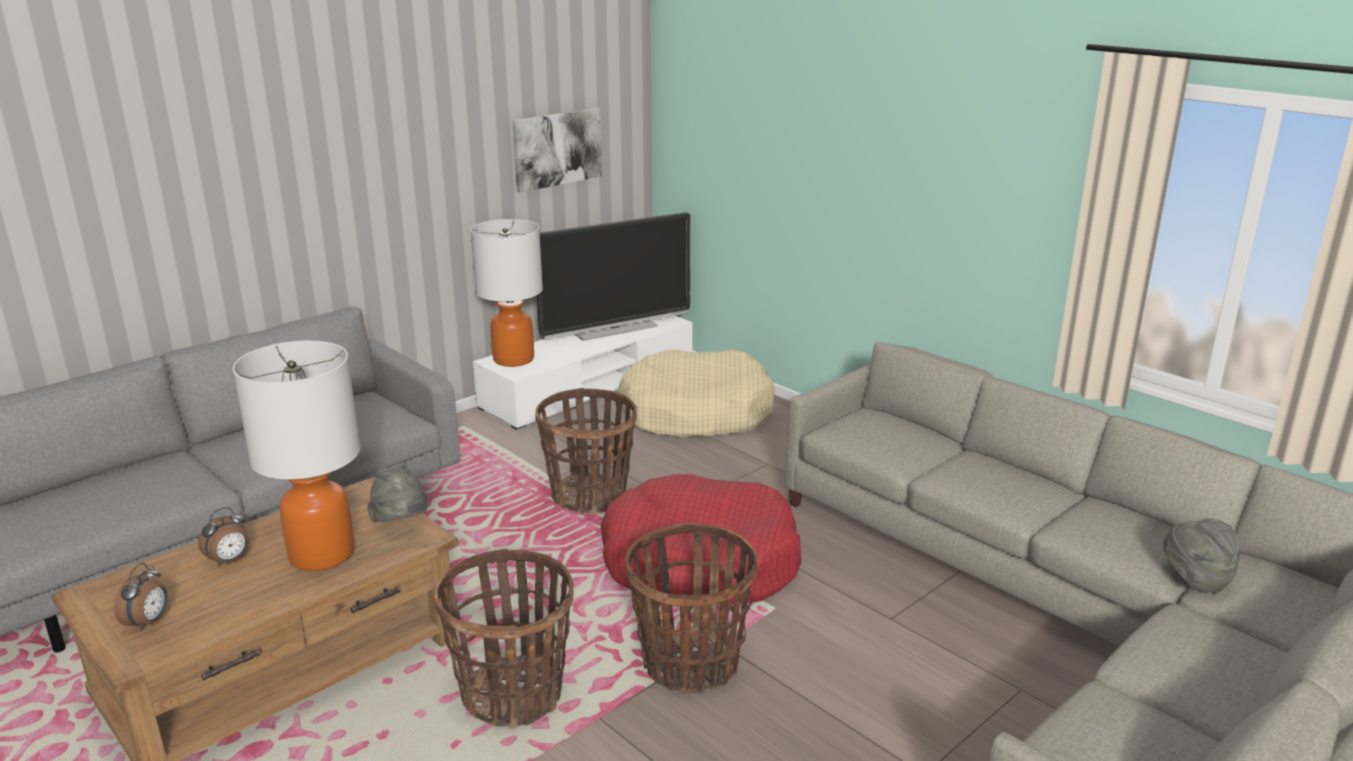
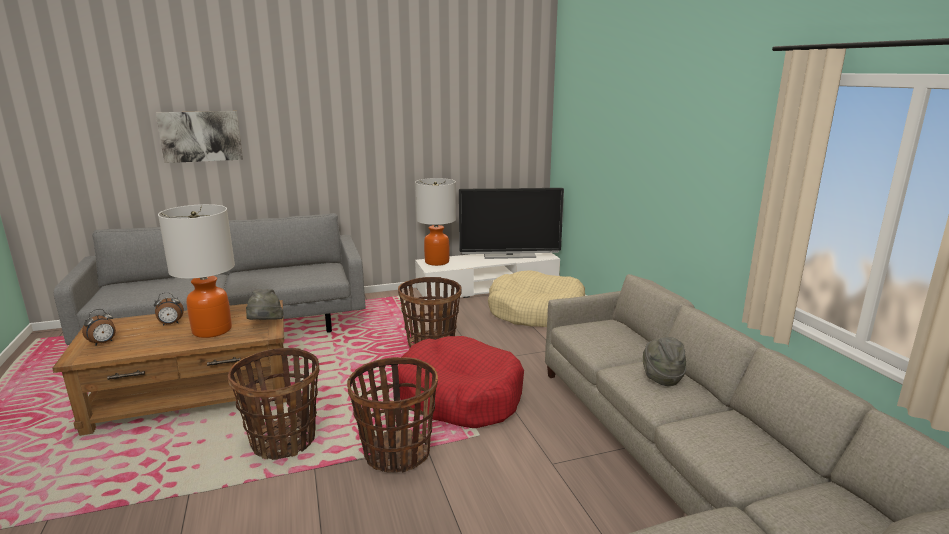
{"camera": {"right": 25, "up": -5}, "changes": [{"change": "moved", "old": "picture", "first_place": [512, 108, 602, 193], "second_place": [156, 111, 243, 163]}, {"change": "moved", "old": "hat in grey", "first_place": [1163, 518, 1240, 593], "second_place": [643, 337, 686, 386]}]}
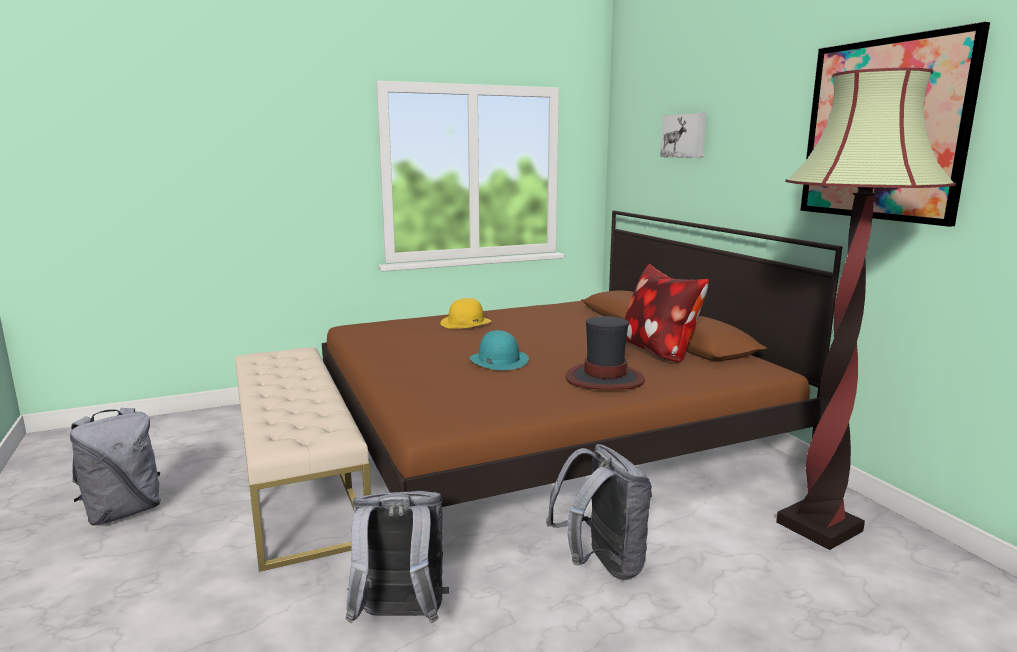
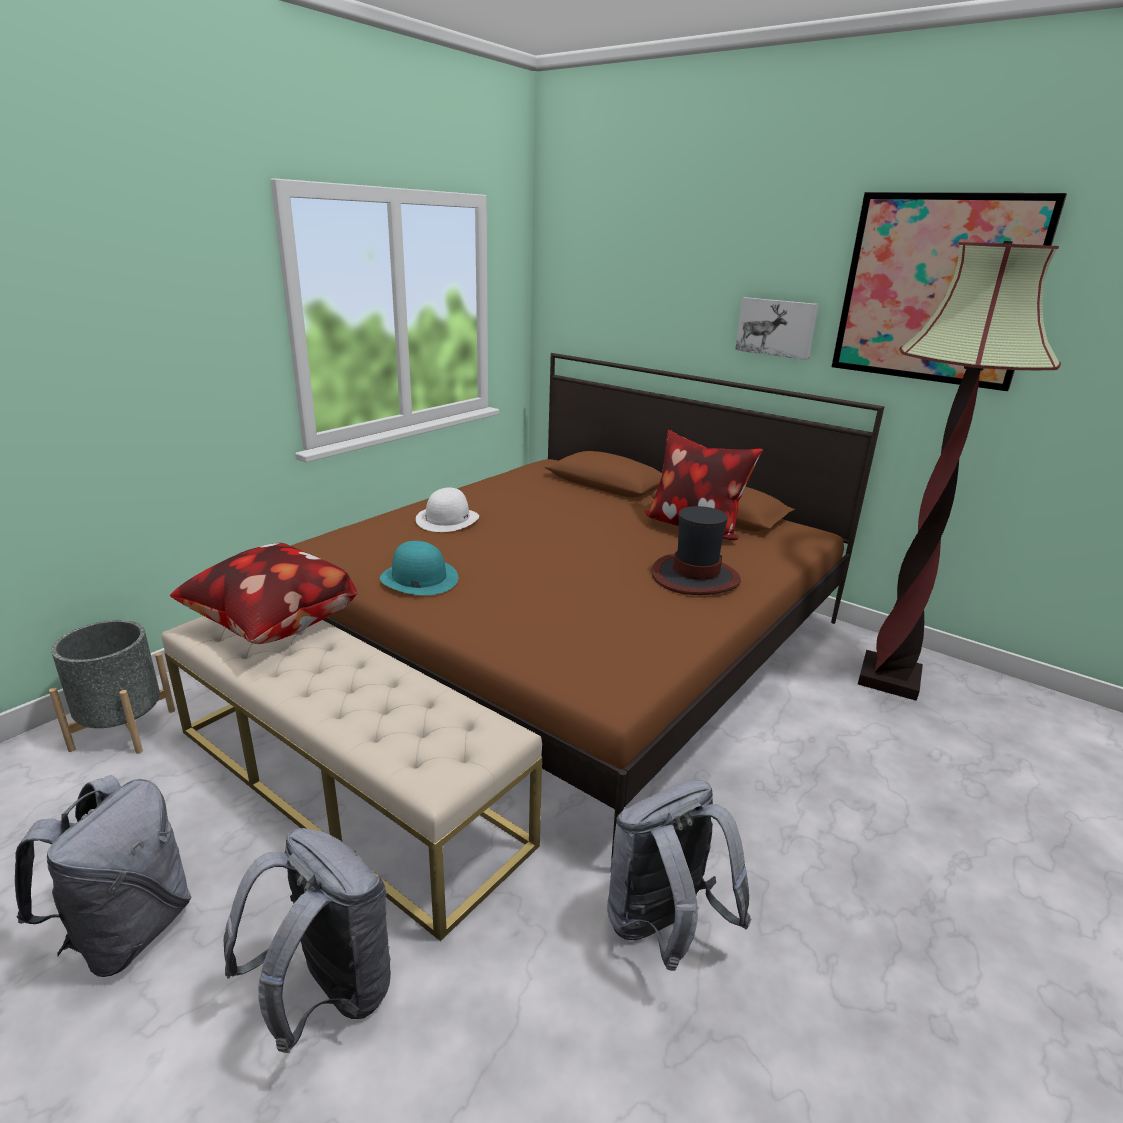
{"camera": {"right": -30, "up": 10}, "changes": [{"change": "added", "new": "planter in grey", "second_place": [49, 620, 175, 754]}, {"change": "added", "new": "pillow", "second_place": [170, 543, 358, 644]}, {"change": "moved", "old": "backpack in grey", "first_place": [546, 444, 652, 580], "second_place": [223, 828, 391, 1053]}, {"change": "moved", "old": "hat in turquoise", "first_place": [469, 330, 529, 370], "second_place": [380, 541, 458, 595]}, {"change": "recoloured", "old": "hat in yellow", "new": "hat in white", "first_place": [441, 298, 492, 329], "second_place": [416, 488, 479, 532]}, {"change": "moved", "old": "picture", "first_place": [660, 113, 707, 158], "second_place": [735, 297, 819, 360]}]}
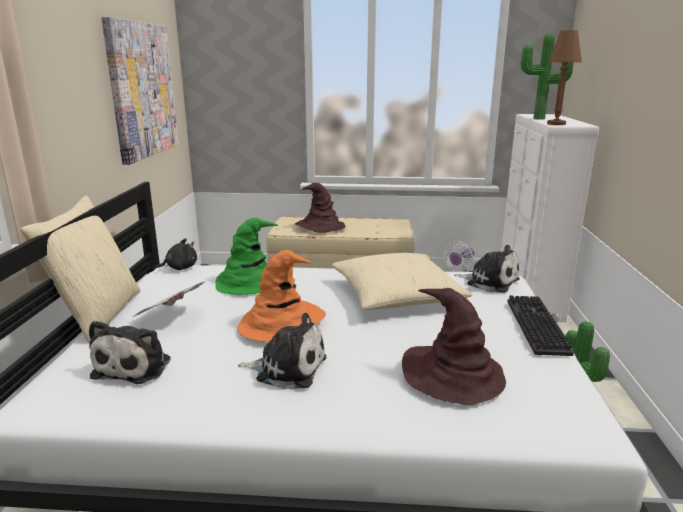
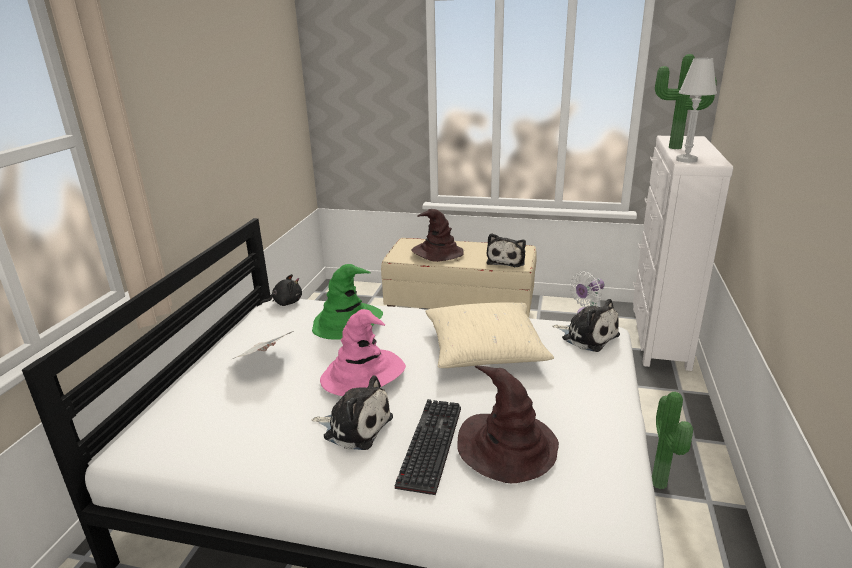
{"camera": {"right": 10, "up": 5}, "changes": [{"change": "recoloured", "old": "hat in orange", "new": "hat in pink", "first_place": [237, 250, 326, 342], "second_place": [320, 309, 406, 396]}, {"change": "moved", "old": "keyboard", "first_place": [507, 295, 574, 356], "second_place": [395, 399, 461, 495]}, {"change": "moved", "old": "plush toy", "first_place": [89, 321, 171, 384], "second_place": [487, 233, 526, 267]}, {"change": "recoloured", "old": "table lamp in brown", "new": "table lamp in white", "first_place": [547, 30, 582, 125], "second_place": [676, 58, 717, 163]}, {"change": "removed", "old": "pillow in beige", "first_place": [20, 196, 140, 343]}, {"change": "removed", "old": "picture", "first_place": [101, 17, 179, 165]}]}
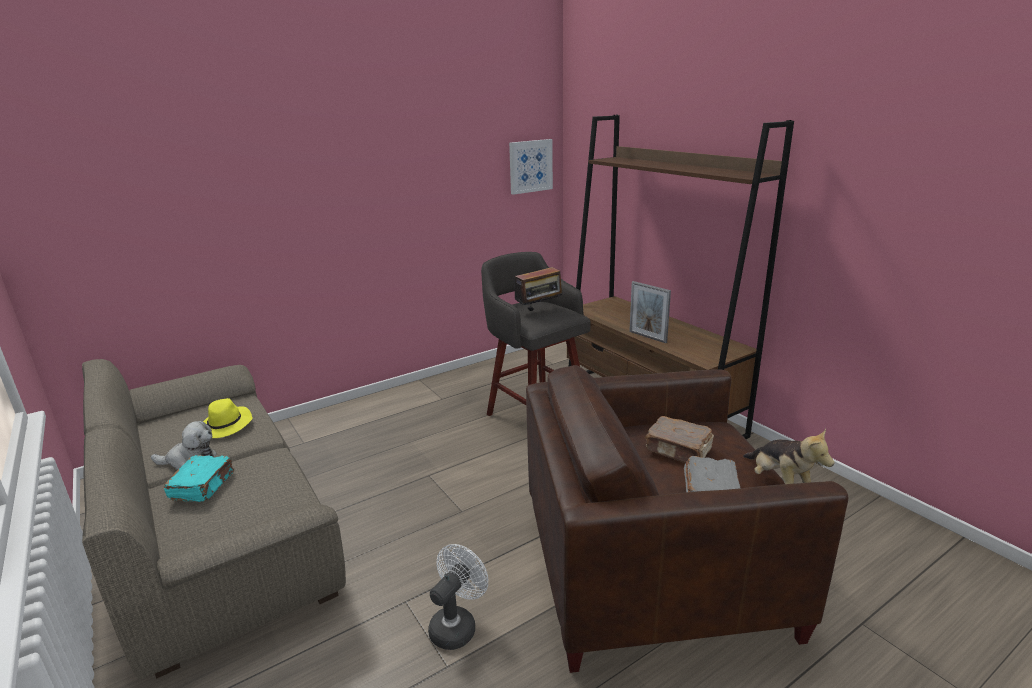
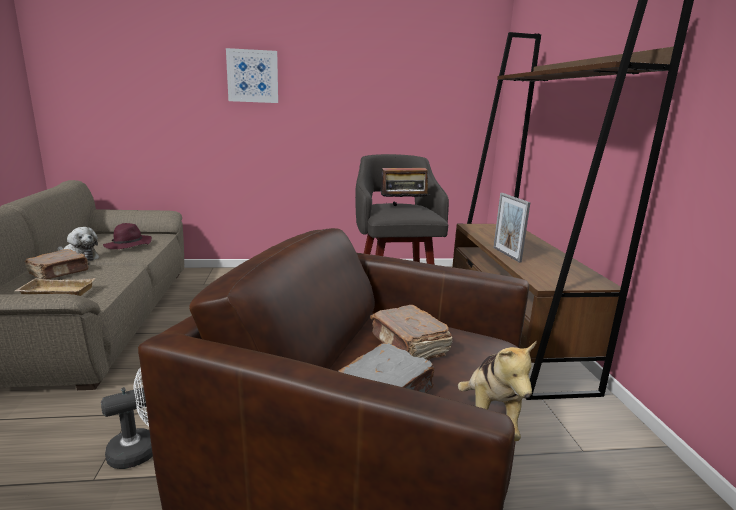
{"camera": {"right": 25, "up": -5}, "changes": [{"change": "added", "new": "tray in beige", "second_place": [15, 278, 95, 296]}, {"change": "recoloured", "old": "book in turquoise", "new": "book in brown", "first_place": [163, 455, 234, 502], "second_place": [25, 249, 88, 280]}, {"change": "recoloured", "old": "hat in yellow", "new": "hat in purple", "first_place": [203, 398, 253, 438], "second_place": [103, 223, 152, 249]}, {"change": "moved", "old": "picture", "first_place": [509, 139, 553, 195], "second_place": [226, 48, 278, 103]}]}
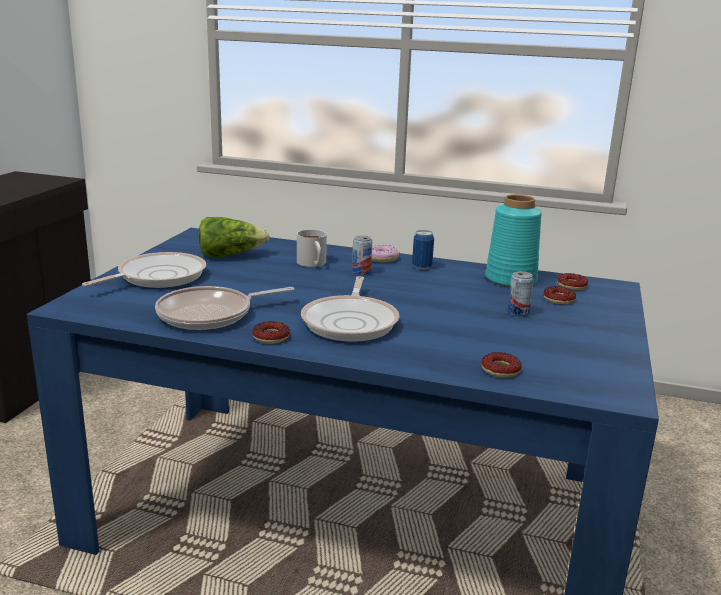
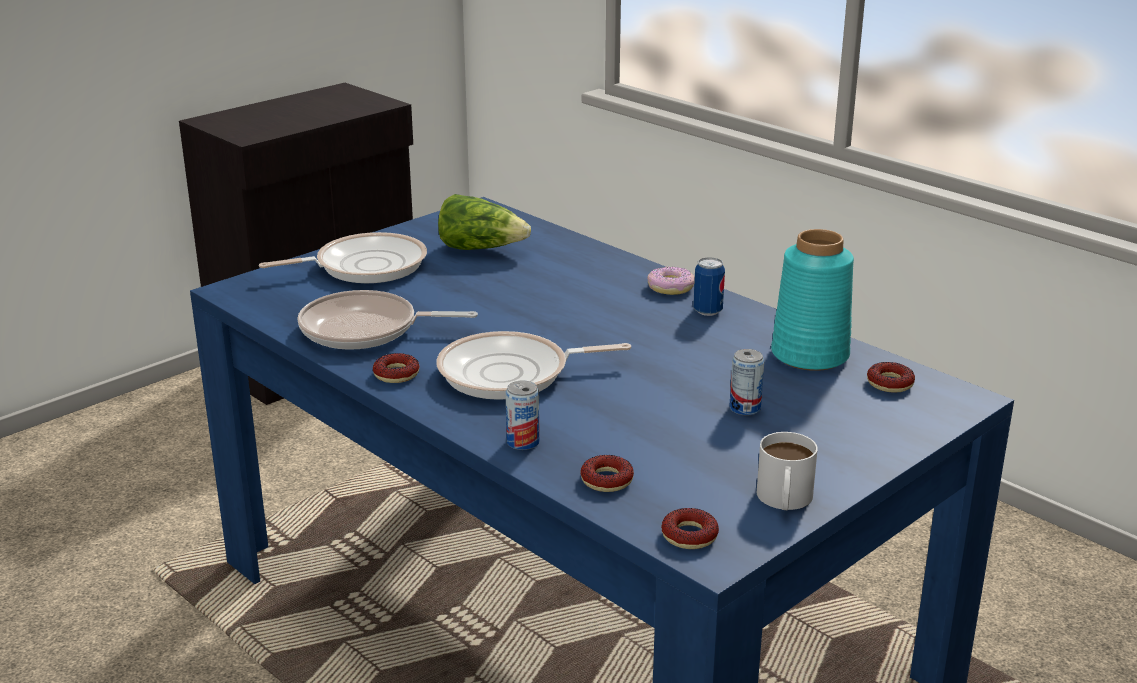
{"camera": {"right": 30, "up": 5}, "changes": [{"change": "turned", "old": "frying pan", "first_place": [301, 276, 399, 342], "second_place": [436, 331, 631, 400], "degrees": 45}, {"change": "moved", "old": "can", "first_place": [352, 235, 372, 276], "second_place": [505, 380, 540, 450]}, {"change": "moved", "old": "donut", "first_place": [543, 286, 576, 304], "second_place": [661, 508, 719, 549]}, {"change": "moved", "old": "mug in white", "first_place": [297, 230, 327, 267], "second_place": [757, 432, 818, 510]}]}
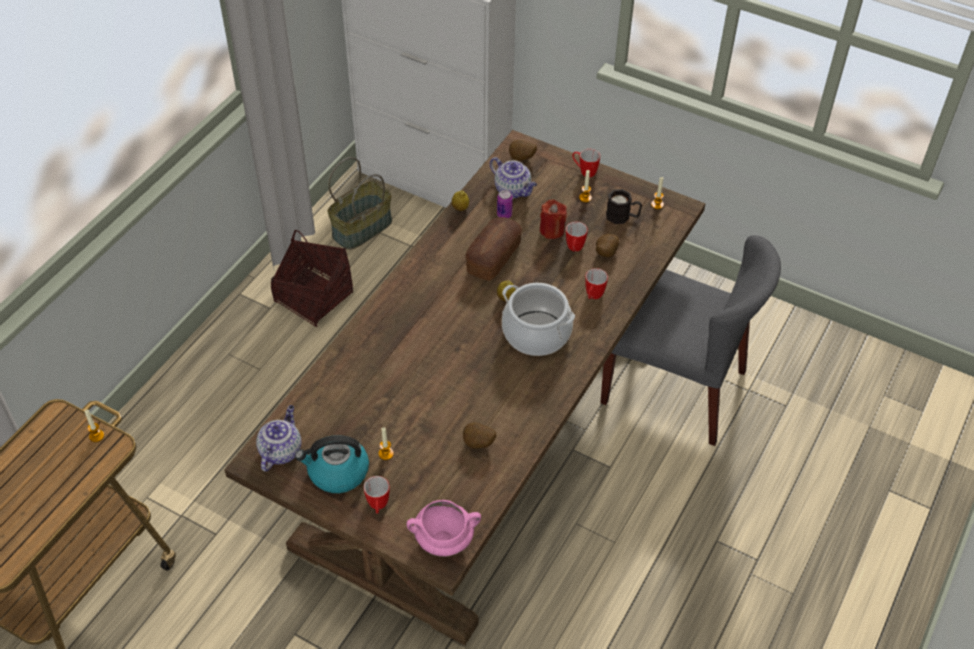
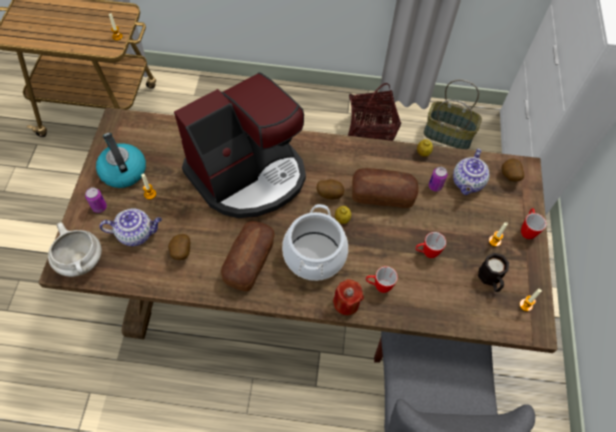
{"camera": {"right": 65, "up": 10}, "changes": [{"change": "recoloured", "old": "cooking pot in pink", "new": "cooking pot in white", "first_place": [406, 500, 481, 557], "second_place": [48, 222, 102, 277]}, {"change": "replaced", "old": "mug", "new": "can", "first_place": [364, 476, 390, 514], "second_place": [85, 187, 107, 213]}, {"change": "moved", "old": "teapot", "first_place": [256, 405, 301, 471], "second_place": [99, 208, 162, 246]}, {"change": "added", "new": "coffee machine", "second_place": [174, 72, 306, 218]}, {"change": "added", "new": "bread", "second_place": [221, 221, 275, 292]}, {"change": "moved", "old": "potato", "first_place": [596, 234, 619, 257], "second_place": [317, 179, 344, 200]}, {"change": "moved", "old": "candle in red", "first_place": [540, 199, 567, 239], "second_place": [333, 279, 364, 315]}]}
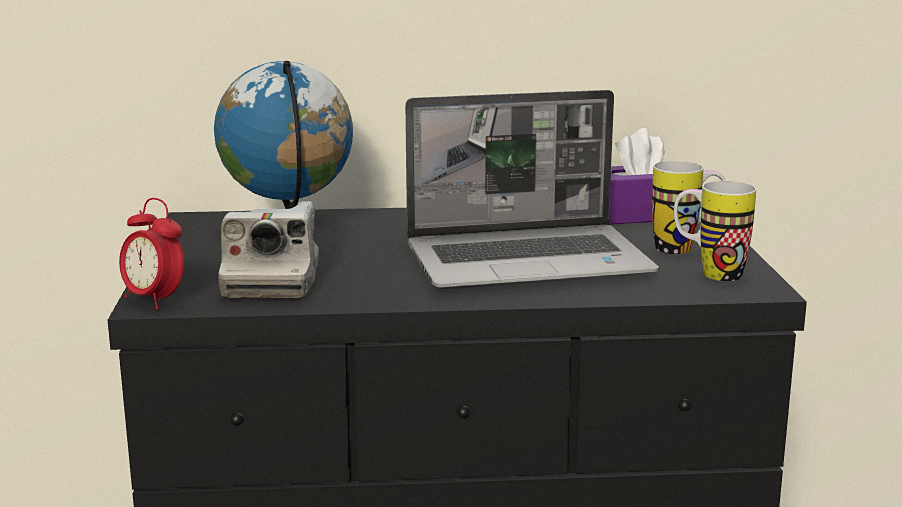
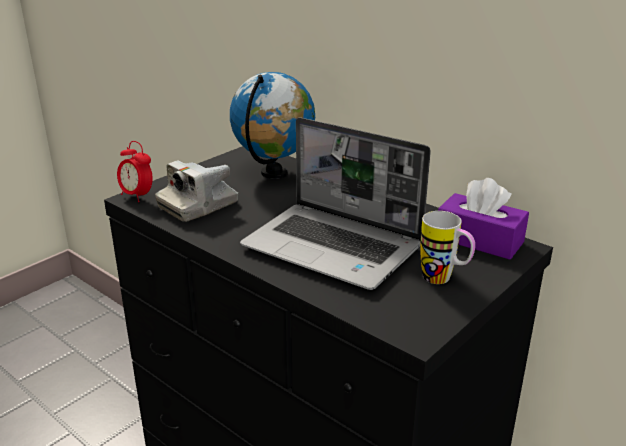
{"camera": {"right": 45, "up": 10}, "changes": [{"change": "turned", "old": "alarm clock", "first_place": [119, 198, 184, 309], "second_place": [117, 141, 153, 202], "degrees": -45}, {"change": "removed", "old": "mug", "first_place": [674, 181, 756, 281]}]}
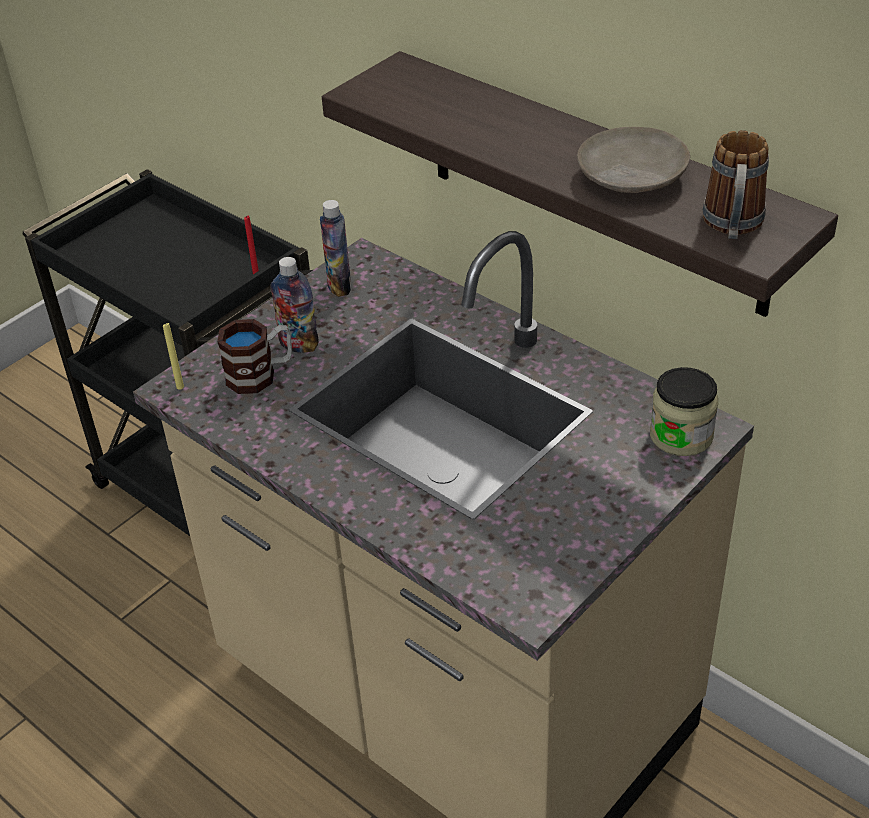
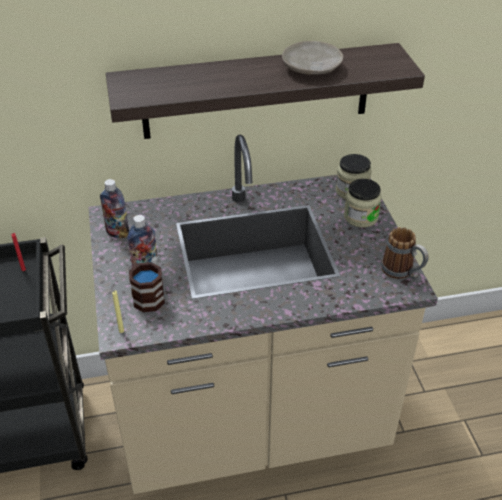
{"camera": {"right": -55, "up": 0}, "changes": [{"change": "added", "new": "jar", "second_place": [344, 179, 382, 227]}, {"change": "moved", "old": "mug", "first_place": [702, 130, 769, 239], "second_place": [381, 227, 428, 279]}]}
